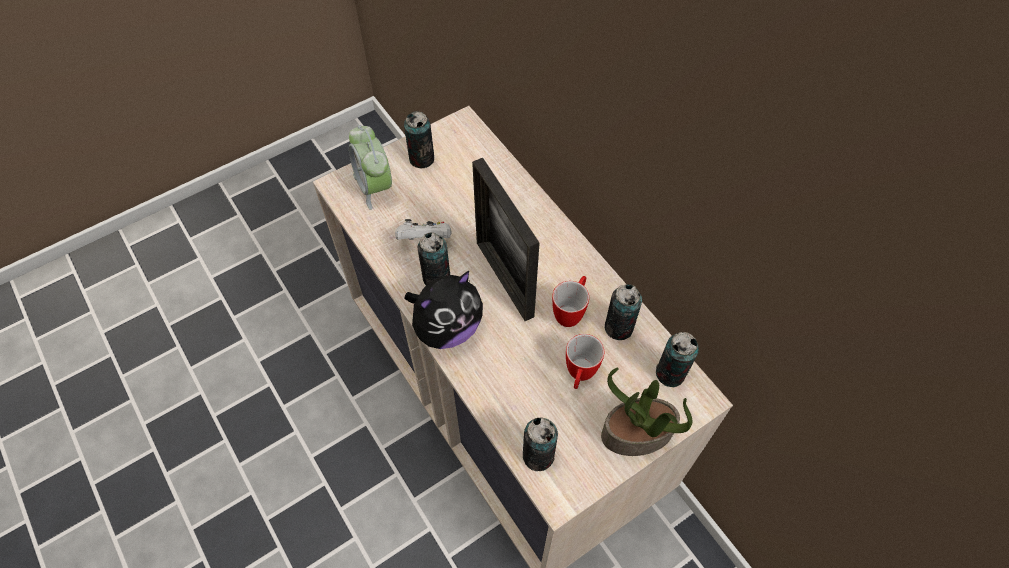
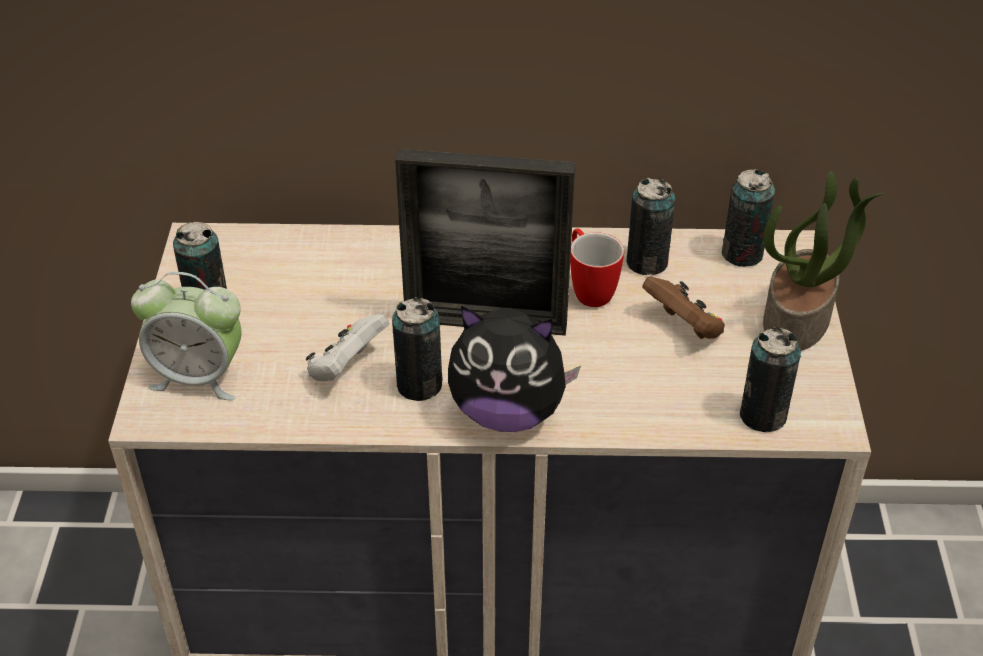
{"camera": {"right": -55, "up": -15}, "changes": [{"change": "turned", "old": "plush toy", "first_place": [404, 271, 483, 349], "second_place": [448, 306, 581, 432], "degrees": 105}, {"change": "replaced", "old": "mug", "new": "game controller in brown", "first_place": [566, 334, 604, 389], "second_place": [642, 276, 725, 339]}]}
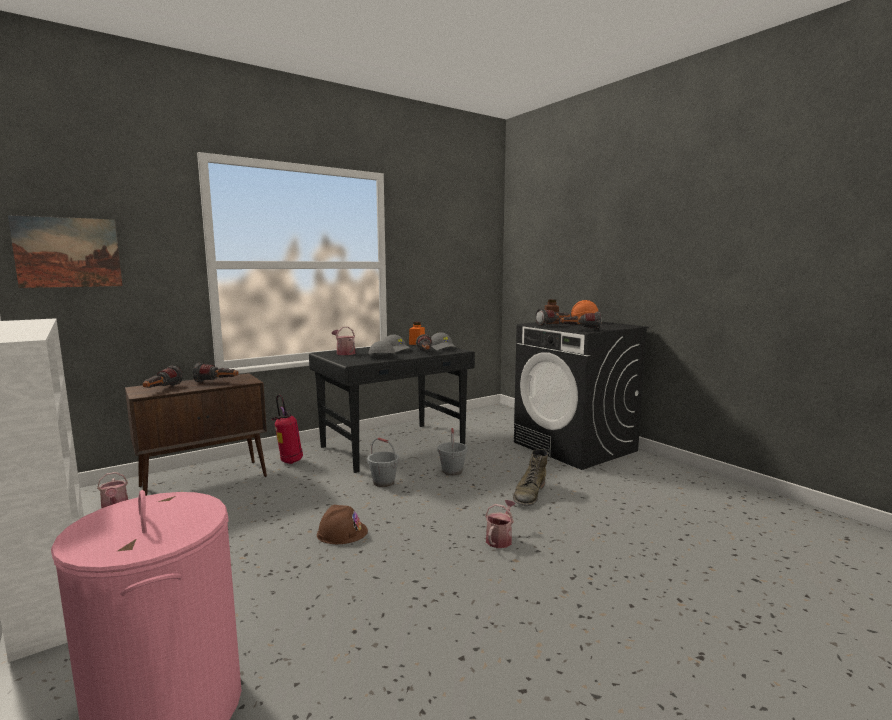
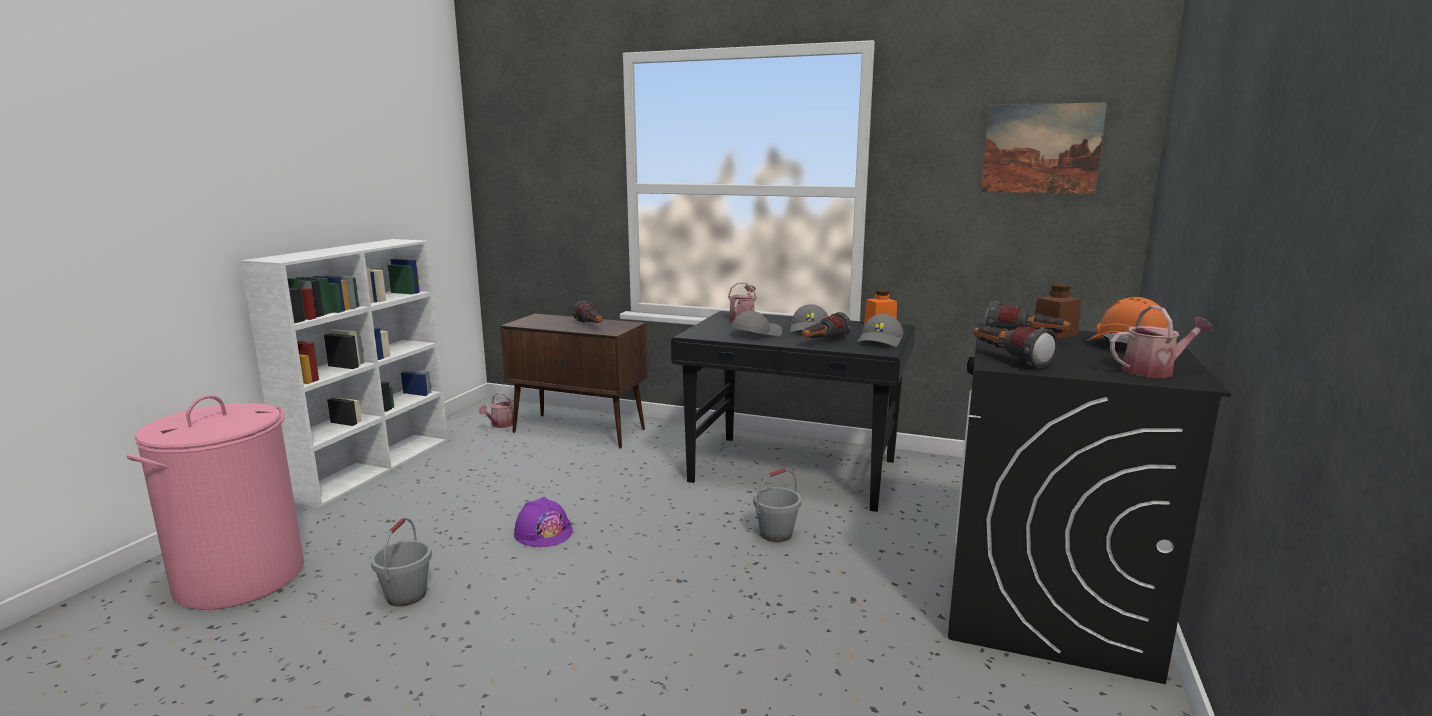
{"camera": {"right": 55, "up": 5}, "changes": [{"change": "moved", "old": "bucket in grey", "first_place": [367, 437, 399, 487], "second_place": [371, 518, 432, 607]}, {"change": "recoloured", "old": "hard hat in brown", "new": "hard hat in purple", "first_place": [317, 505, 368, 544], "second_place": [514, 496, 573, 547]}, {"change": "moved", "old": "picture", "first_place": [8, 215, 122, 288], "second_place": [981, 102, 1107, 194]}, {"change": "moved", "old": "watering can", "first_place": [485, 500, 516, 548], "second_place": [1110, 305, 1213, 378]}, {"change": "removed", "old": "flashlight", "first_place": [143, 366, 183, 388]}, {"change": "removed", "old": "fire extinguisher", "first_place": [271, 395, 303, 464]}, {"change": "removed", "old": "boot in green", "first_place": [513, 449, 548, 506]}]}
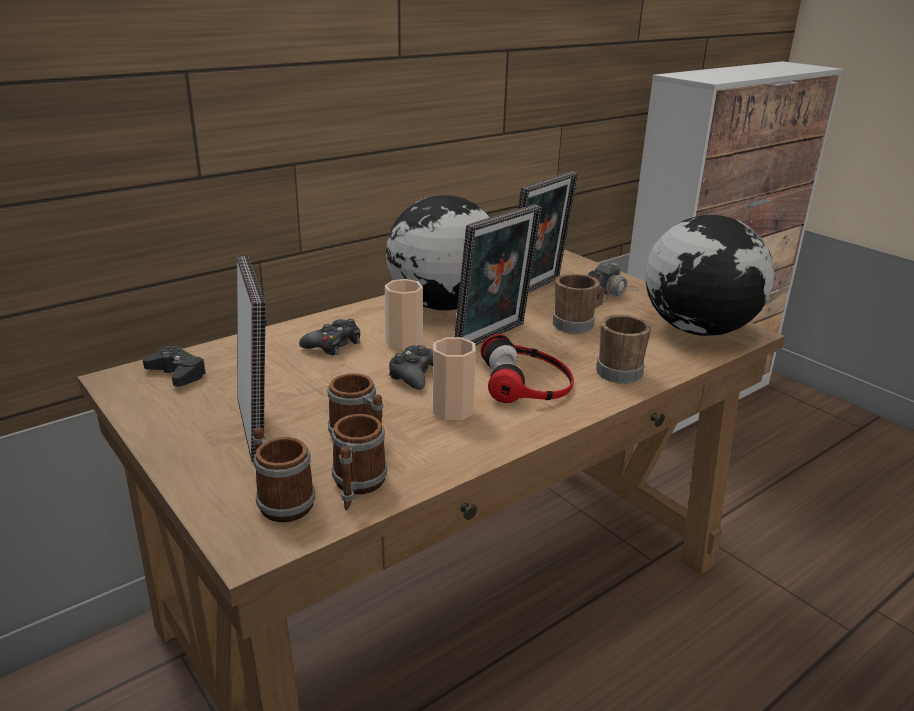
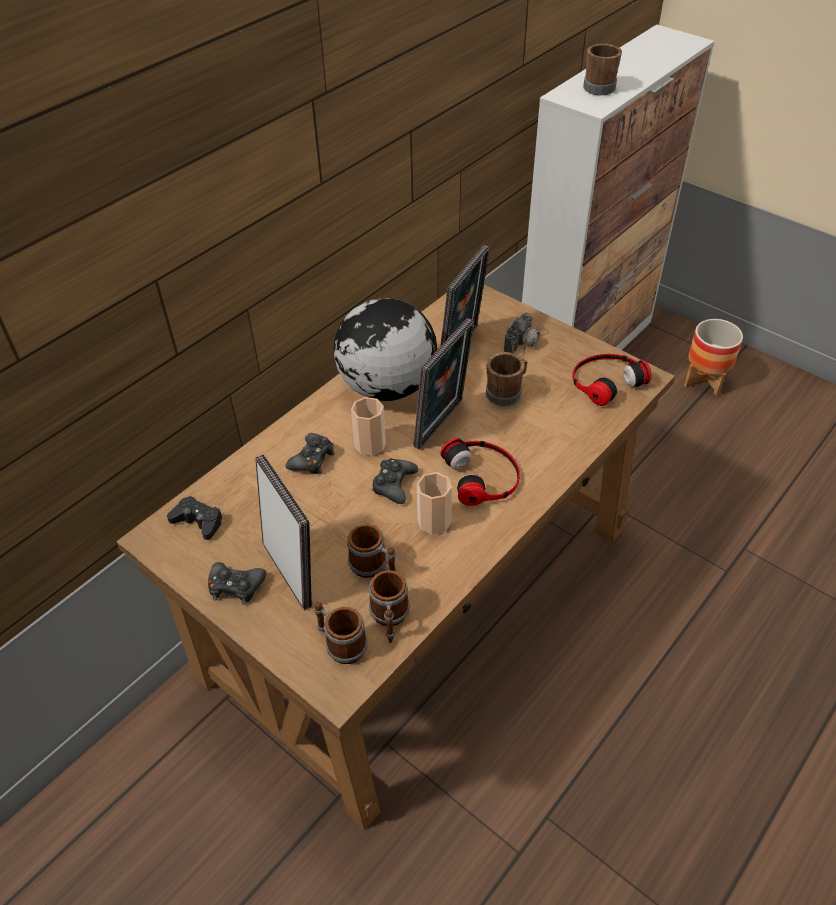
{"camera": {"right": -10, "up": 20}, "changes": [{"change": "added", "new": "game controller in black", "second_place": [208, 562, 267, 605]}, {"change": "replaced", "old": "globe", "new": "headphones", "first_place": [645, 215, 774, 336], "second_place": [572, 354, 652, 406]}, {"change": "moved", "old": "mug in brown", "first_place": [596, 315, 651, 384], "second_place": [583, 44, 622, 95]}, {"change": "added", "new": "planter", "second_place": [684, 319, 743, 396]}]}
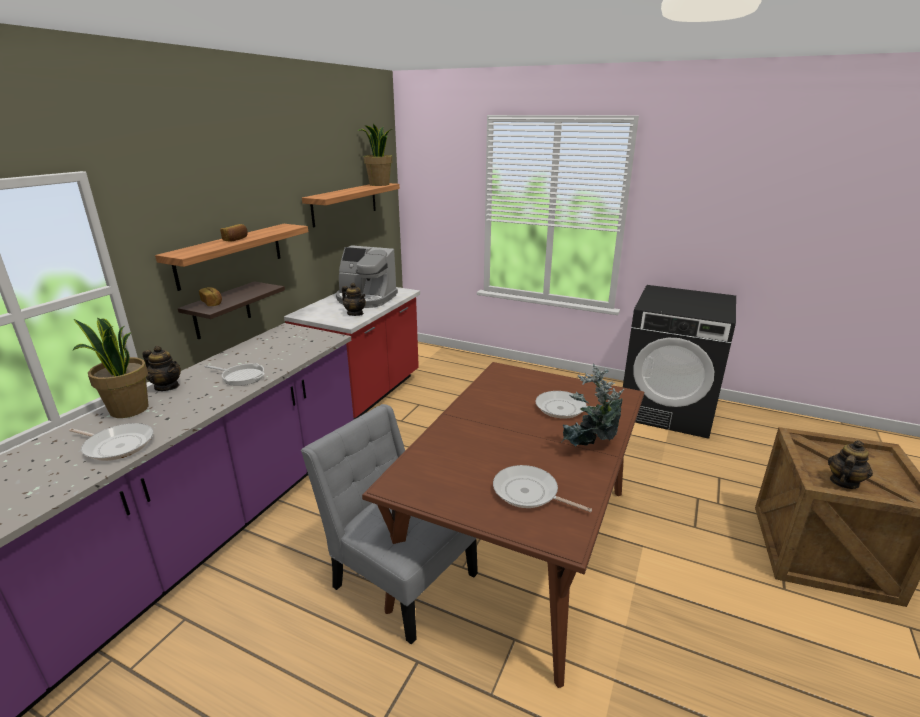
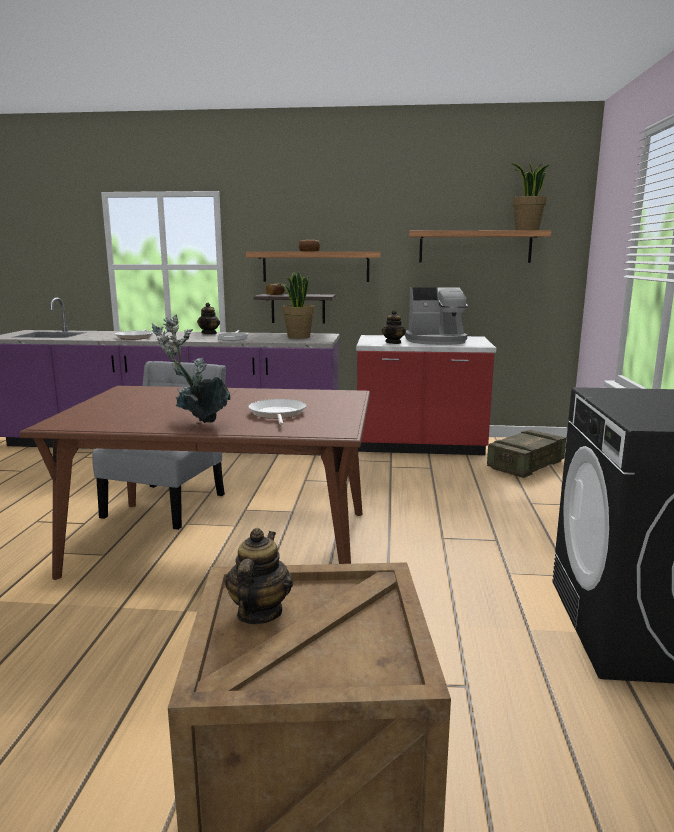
{"camera": {"right": 70, "up": -10}, "changes": [{"change": "turned", "old": "teapot", "first_place": [828, 440, 873, 489], "second_place": [225, 528, 293, 624], "degrees": -105}, {"change": "moved", "old": "potted plant", "first_place": [72, 318, 149, 418], "second_place": [277, 272, 314, 339]}, {"change": "turned", "old": "coffee machine", "first_place": [336, 245, 398, 308], "second_place": [404, 287, 468, 345], "degrees": -90}, {"change": "added", "new": "crate", "second_place": [487, 430, 566, 478]}, {"change": "removed", "old": "frying pan", "first_place": [493, 465, 592, 512]}]}
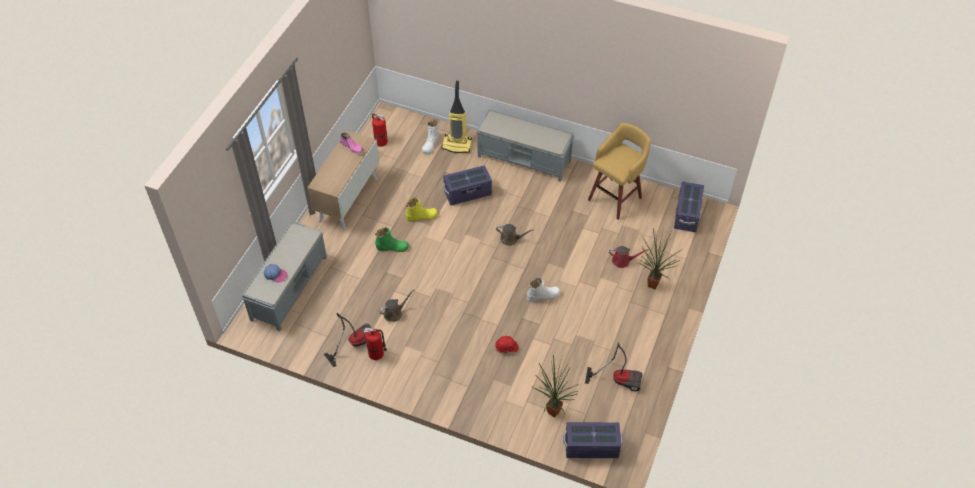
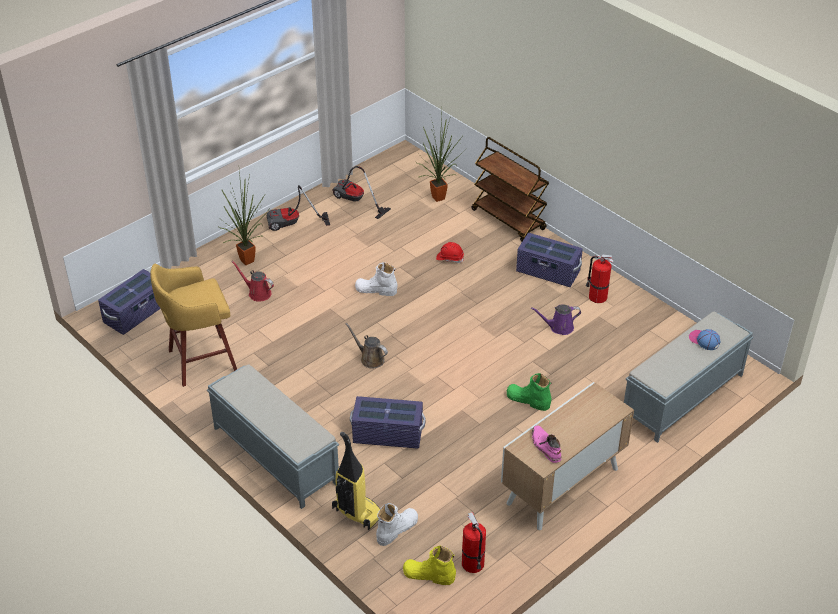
{"camera": {"right": -155, "up": -10}, "changes": [{"change": "moved", "old": "vacuum cleaner", "first_place": [324, 313, 372, 367], "second_place": [267, 185, 330, 231]}, {"change": "moved", "old": "boot in yellow", "first_place": [406, 198, 438, 222], "second_place": [403, 546, 456, 585]}, {"change": "added", "new": "cart in brown", "second_place": [471, 137, 549, 242]}, {"change": "moved", "old": "storage box in purple", "first_place": [563, 422, 623, 458], "second_place": [516, 233, 583, 287]}, {"change": "recoloured", "old": "watering can in brown", "new": "watering can in purple", "first_place": [379, 289, 414, 322], "second_place": [531, 305, 581, 335]}]}
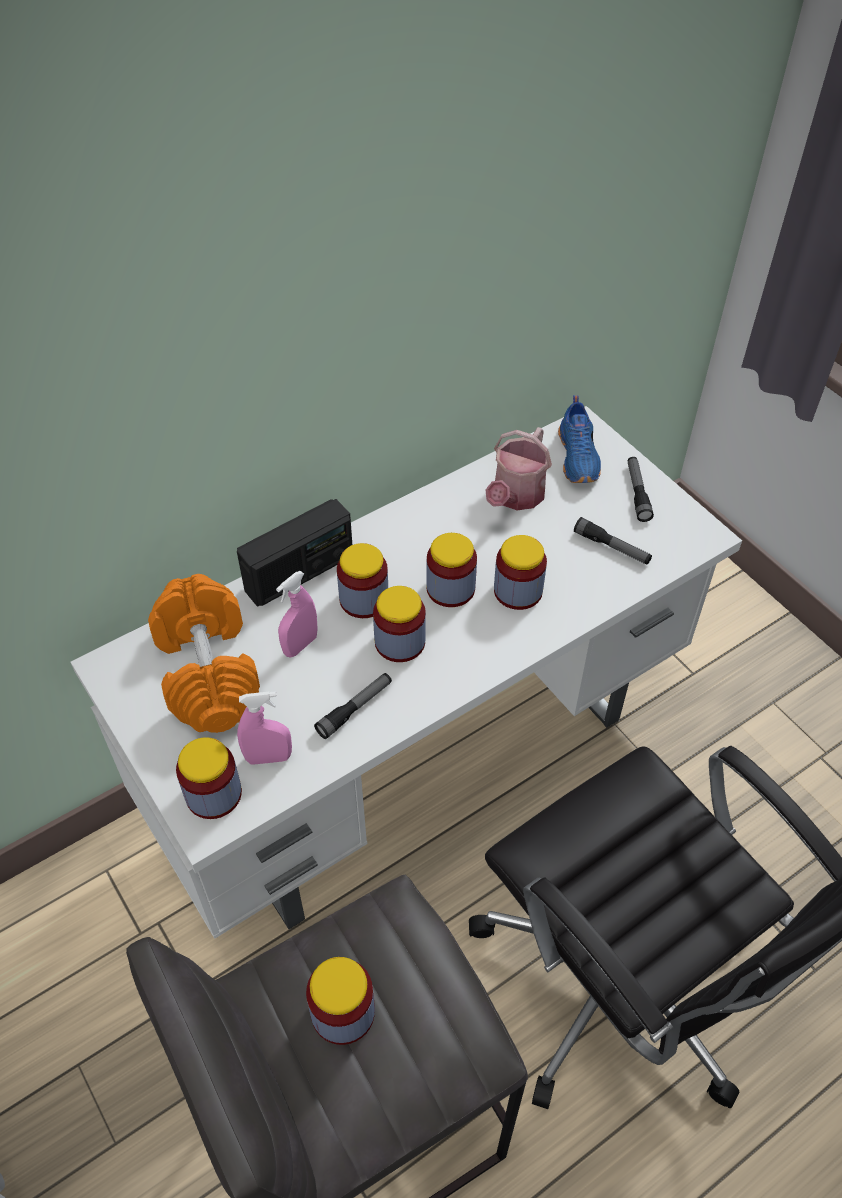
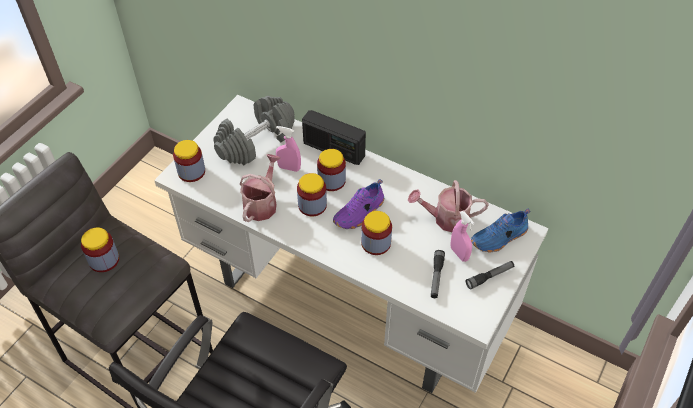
{"camera": {"right": 65, "up": 0}, "changes": [{"change": "recoloured", "old": "dumbbell in orange", "new": "dumbbell in grey", "first_place": [148, 574, 260, 733], "second_place": [213, 96, 295, 165]}, {"change": "replaced", "old": "flashlight", "new": "watering can", "first_place": [314, 673, 392, 739], "second_place": [240, 154, 281, 222]}, {"change": "replaced", "old": "jar", "new": "shoe in purple", "first_place": [426, 533, 477, 607], "second_place": [333, 179, 384, 229]}, {"change": "moved", "old": "spray bottle in pink", "first_place": [237, 691, 292, 765], "second_place": [450, 211, 475, 262]}]}
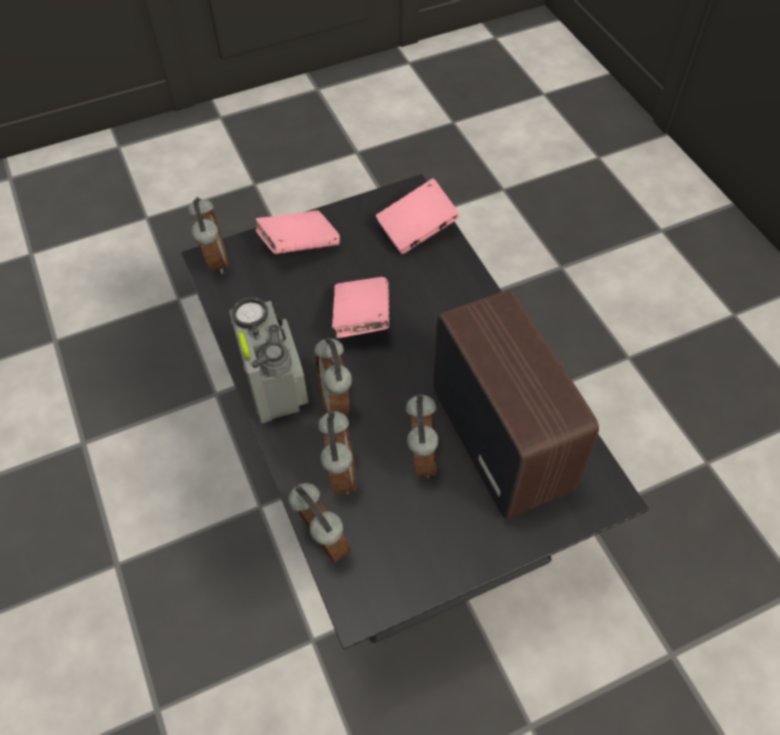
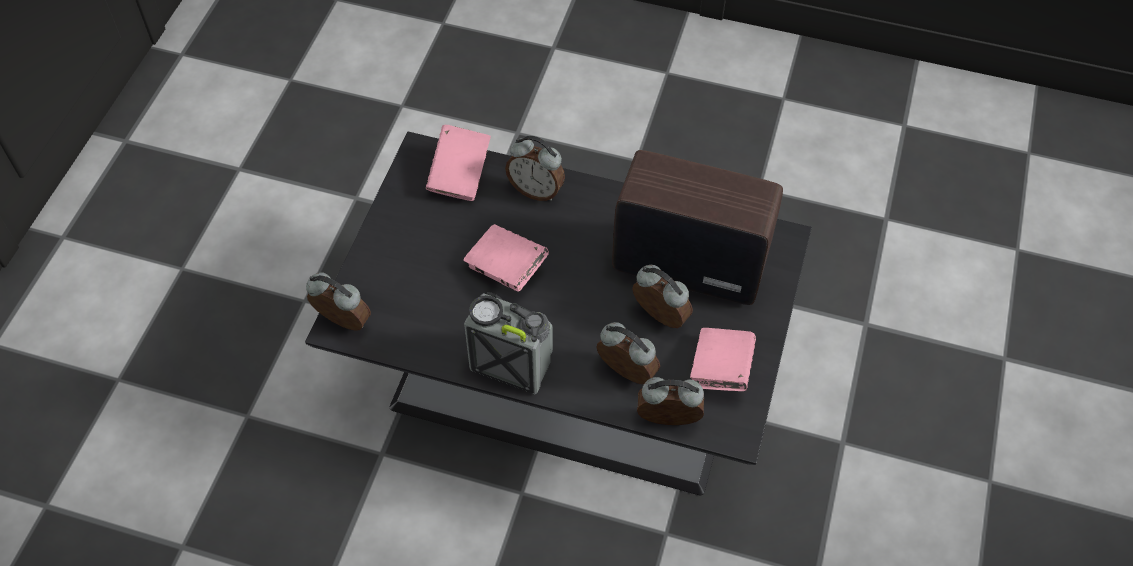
{"camera": {"right": -50, "up": 0}, "changes": [{"change": "moved", "old": "alarm clock", "first_place": [315, 337, 352, 415], "second_place": [505, 136, 565, 201]}, {"change": "moved", "old": "book in pink", "first_place": [255, 210, 340, 254], "second_place": [690, 328, 756, 391]}]}
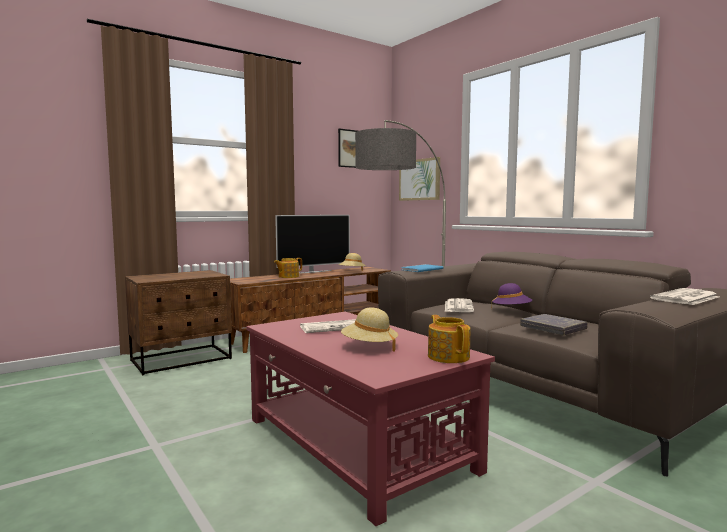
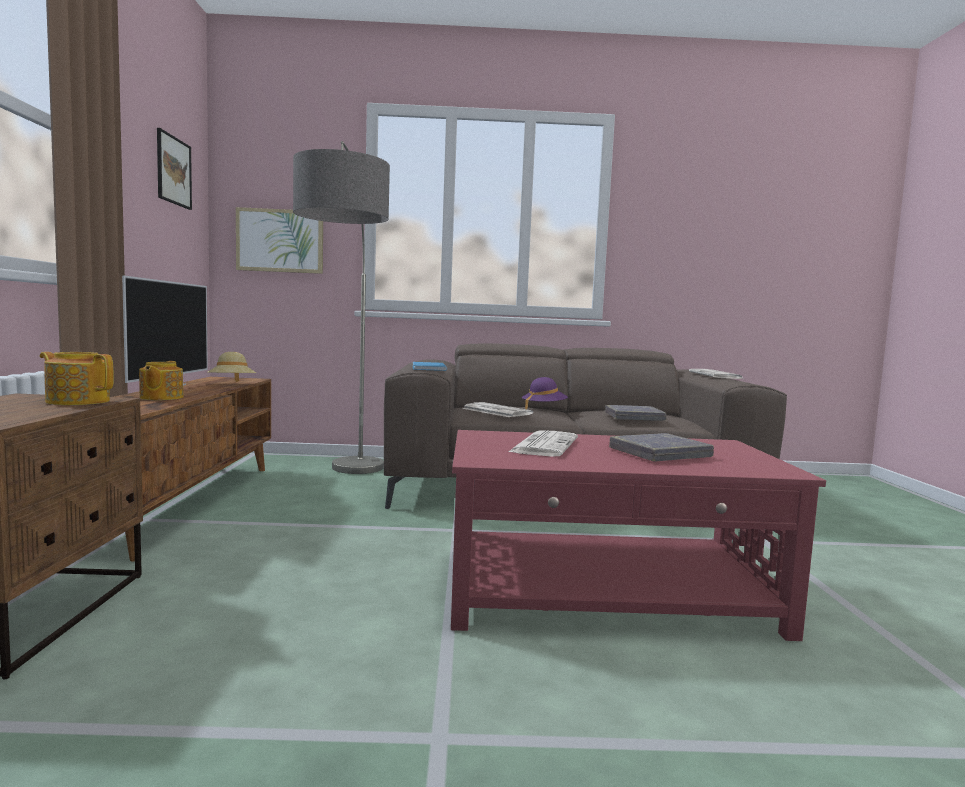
{"camera": {"right": -55, "up": 0}, "changes": [{"change": "moved", "old": "teapot", "first_place": [428, 315, 470, 363], "second_place": [40, 352, 114, 405]}, {"change": "replaced", "old": "hat in beige", "new": "book in grey", "first_place": [341, 308, 398, 352], "second_place": [609, 433, 714, 462]}]}
